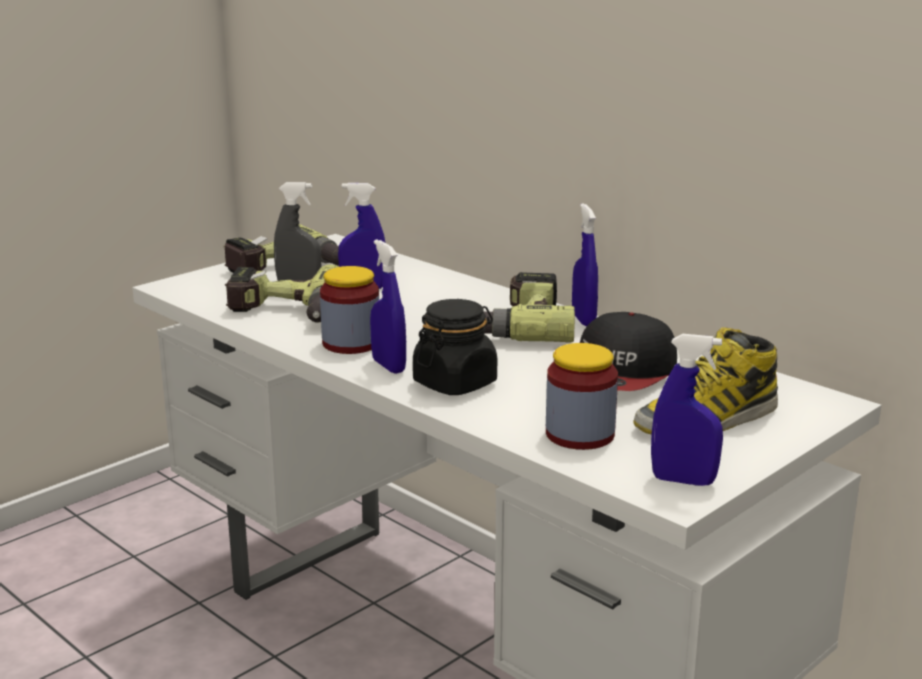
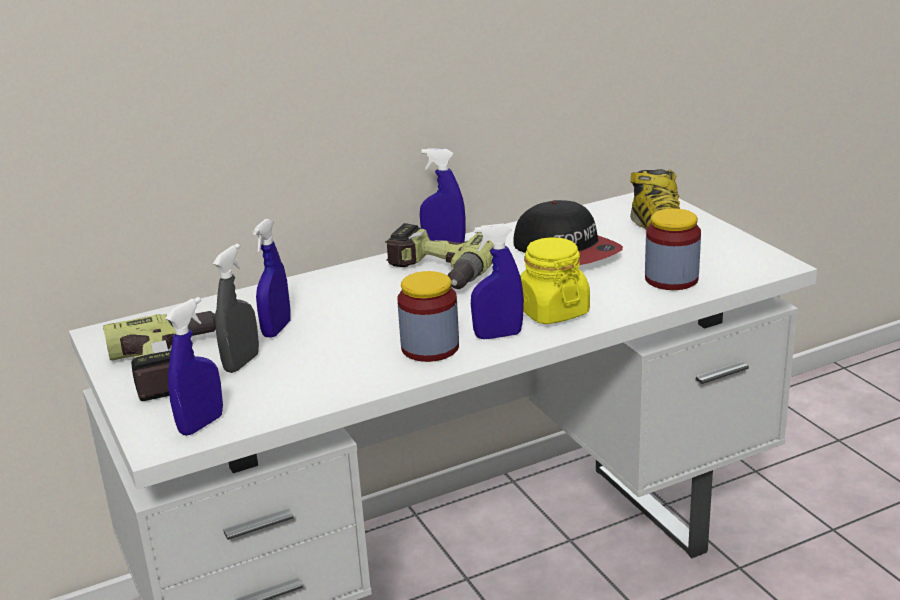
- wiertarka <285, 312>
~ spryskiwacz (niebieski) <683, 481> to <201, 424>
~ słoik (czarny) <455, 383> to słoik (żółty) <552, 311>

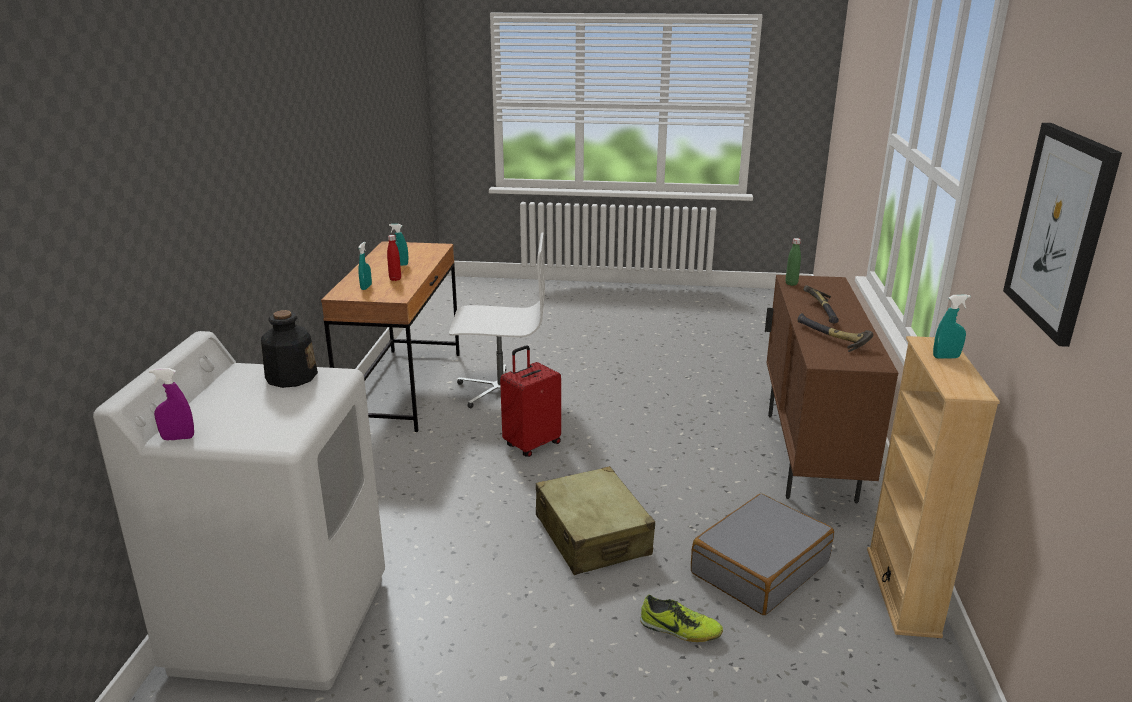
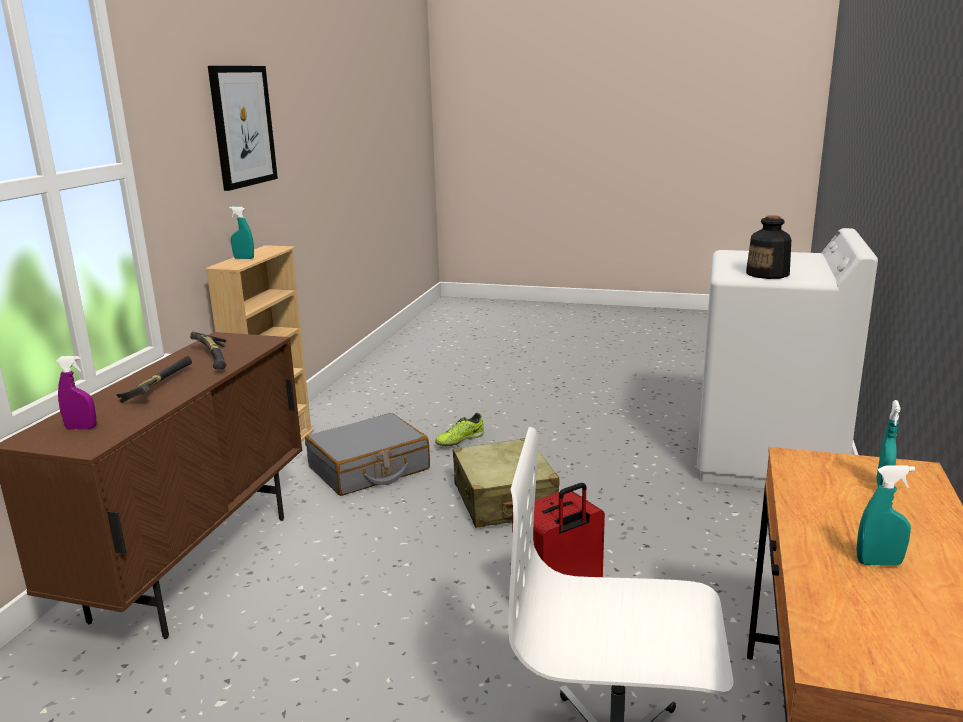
- butelka (czerwony) <395, 279>
- butelka (zielony) <791, 284>
~ spryskiwacz (fioletowy) <178, 438> to <81, 428>
~ but <680, 630> = <459, 440> 75 degrees counterclockwise

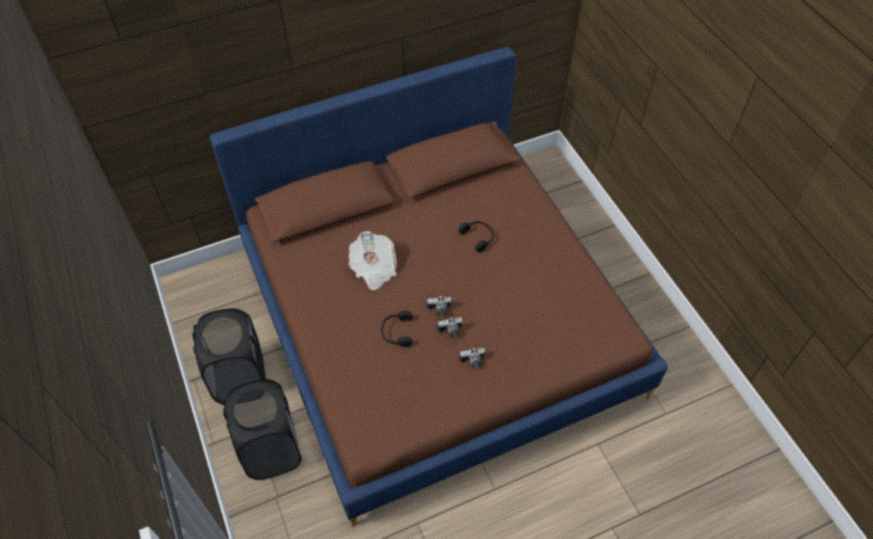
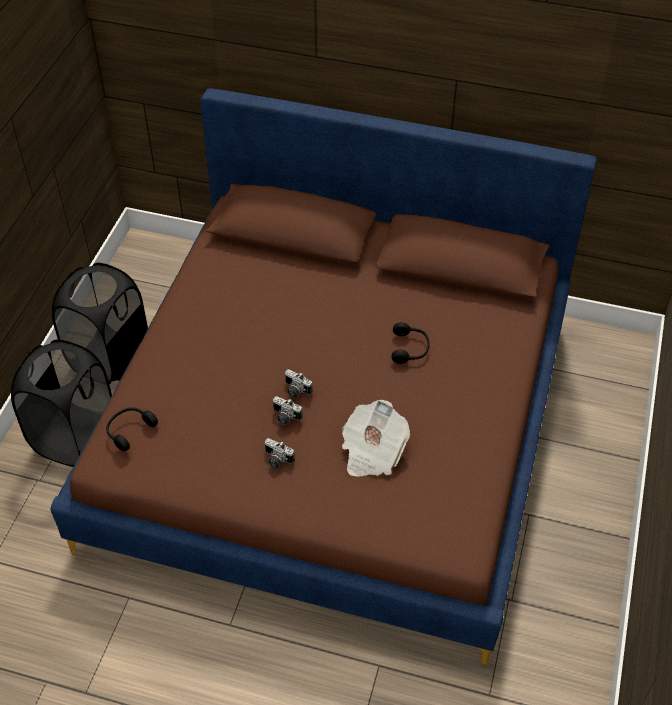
~ gazeta <374, 269> to <372, 451>
~ słuchawki (czarny) <397, 332> to <129, 430>

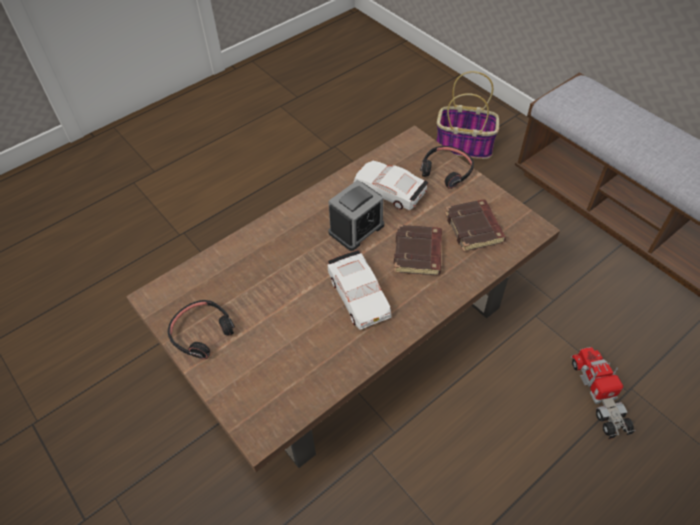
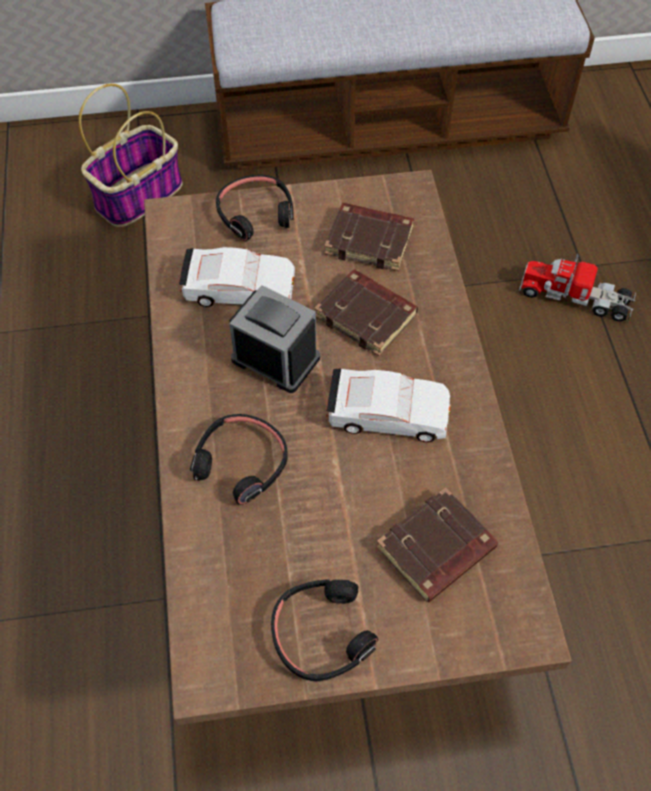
+ słuchawki (czarny) <241, 463>
+ książka (brązowy) <436, 550>
~ budzik <356, 229> = <275, 358> 45 degrees counterclockwise
~ samochodzik (biały) <390, 191> = <239, 288> 150 degrees counterclockwise

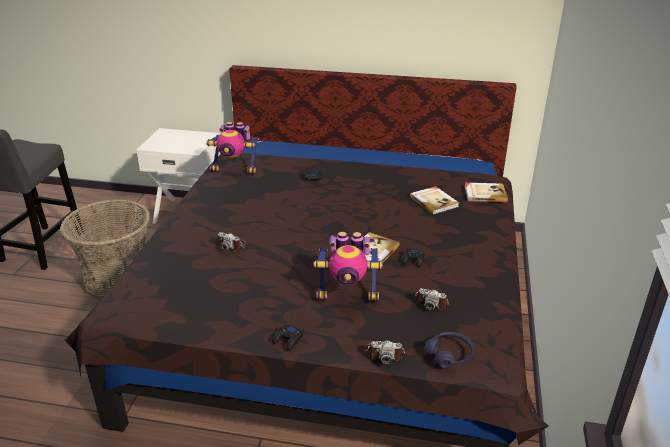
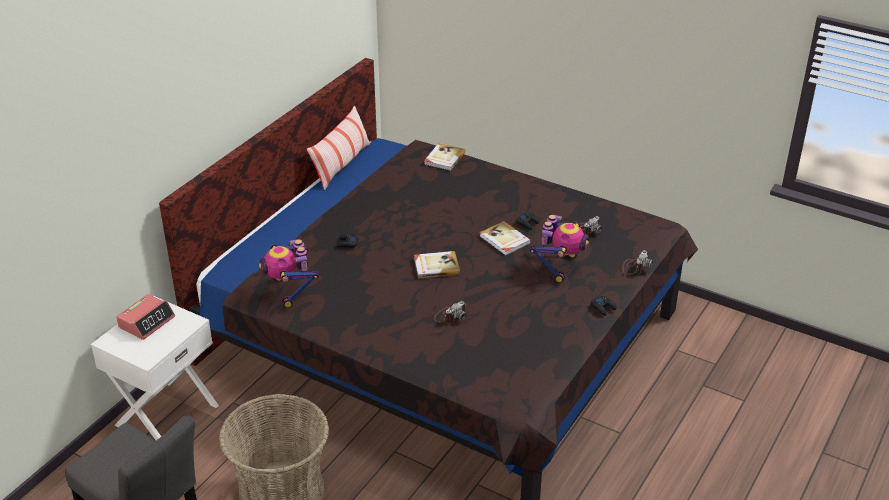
- słuchawki (fioletowy) <449, 355>
+ budzik <147, 322>
+ poduszka <341, 165>
~ książka <434, 201> to <436, 266>
~ robot zabawkowy <235, 169> = <290, 291> 135 degrees clockwise

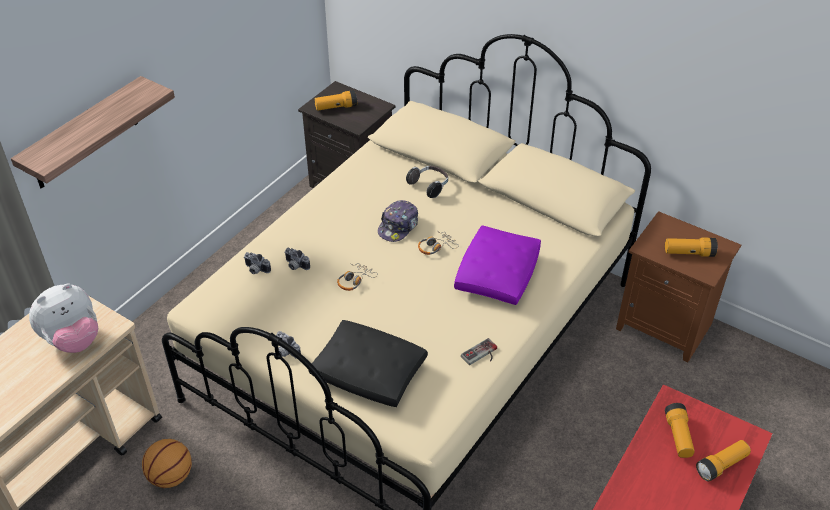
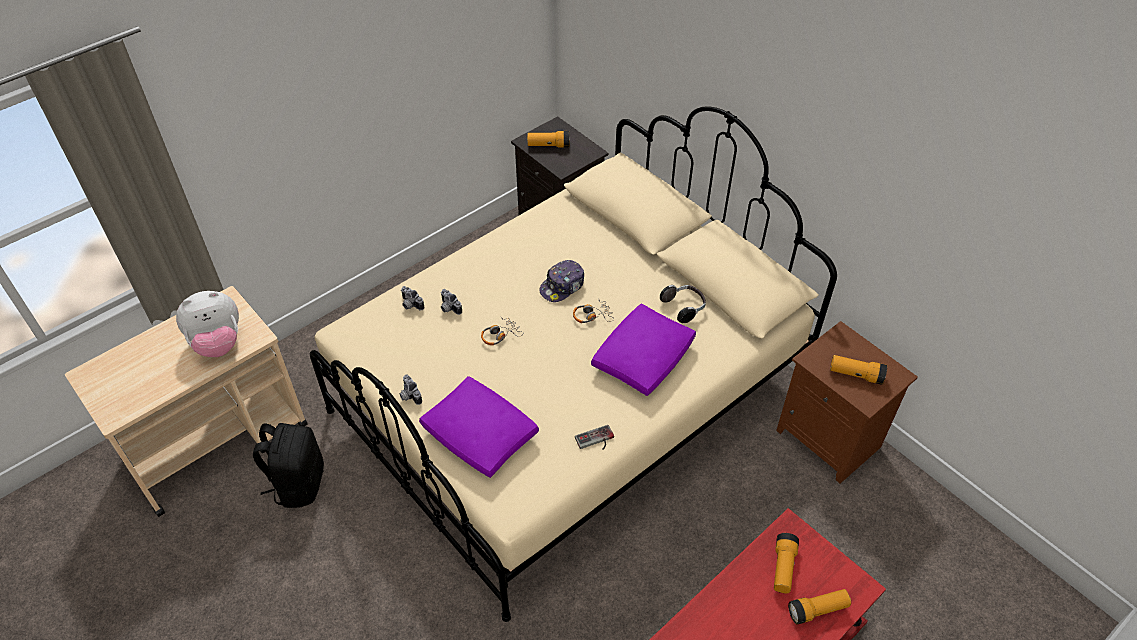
- półka <84, 134>
~ słuchawki <429, 186> to <684, 307>
~ piłka do koszykówki <171, 476> to plecak (czarny) <298, 483>
~ poduszka (czarny) <370, 373> to poduszka (fioletowy) <481, 435>

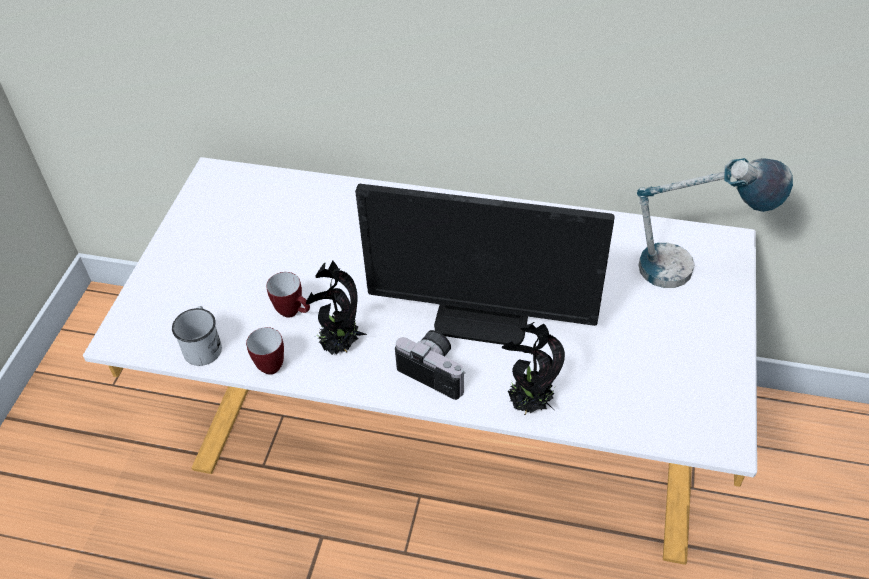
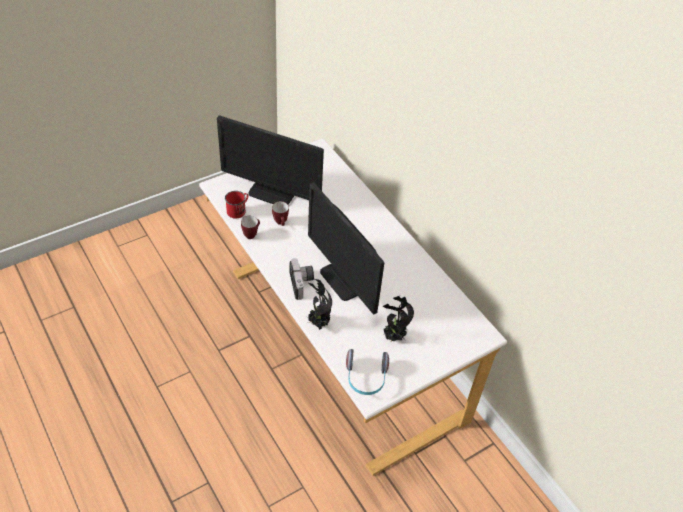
- lampa stołowa <690, 272>
+ monitor <272, 192>
+ słuchawki <366, 378>
~ roślina doniczkowa <340, 346> to <393, 337>
~ kubek (biały) <203, 345> to kubek (czerwony) <238, 210>

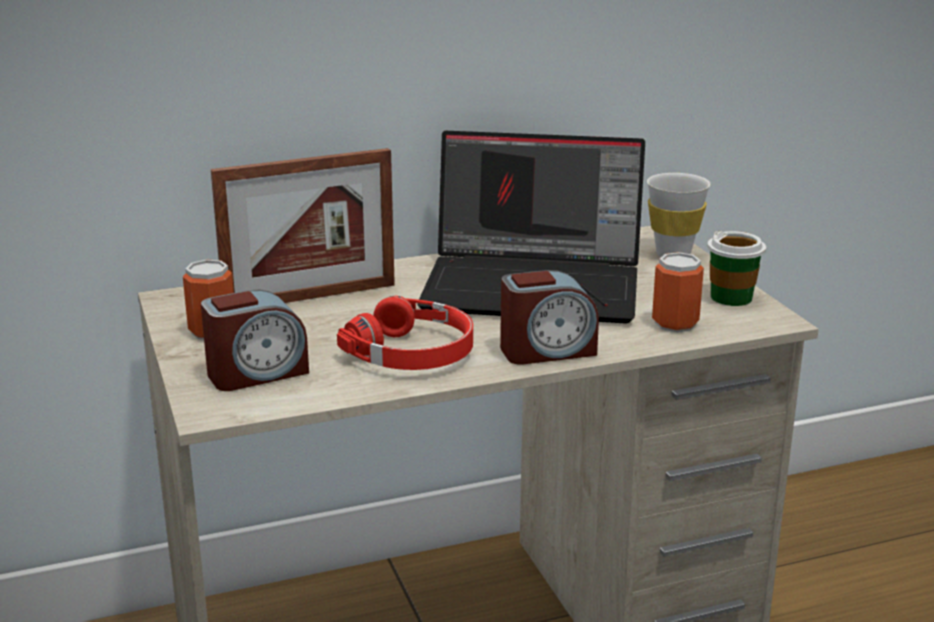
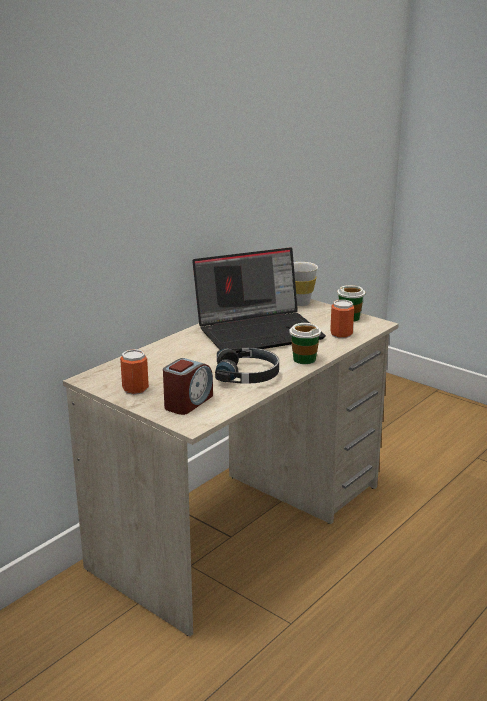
- ramka na zdjęcie <310, 297>
~ budzik <547, 350> to filiżanka <304, 359>
~ słuchawki (czerwony) <413, 353> to słuchawki (czarny) <247, 375>

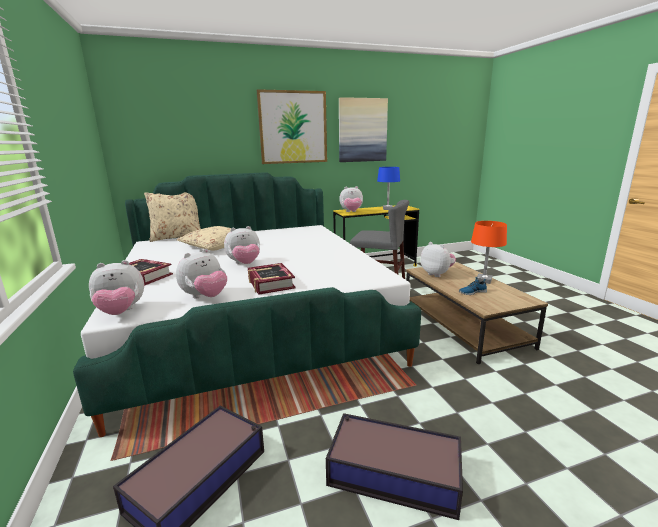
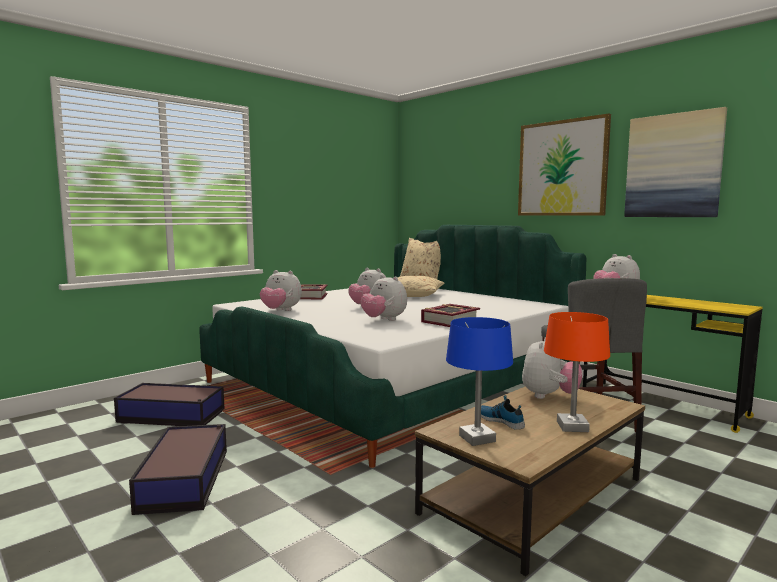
~ pluszak <121, 312> to <384, 320>
~ książka <270, 283> to <450, 321>
~ lampa stołowa (niebieski) <387, 209> to <476, 438>

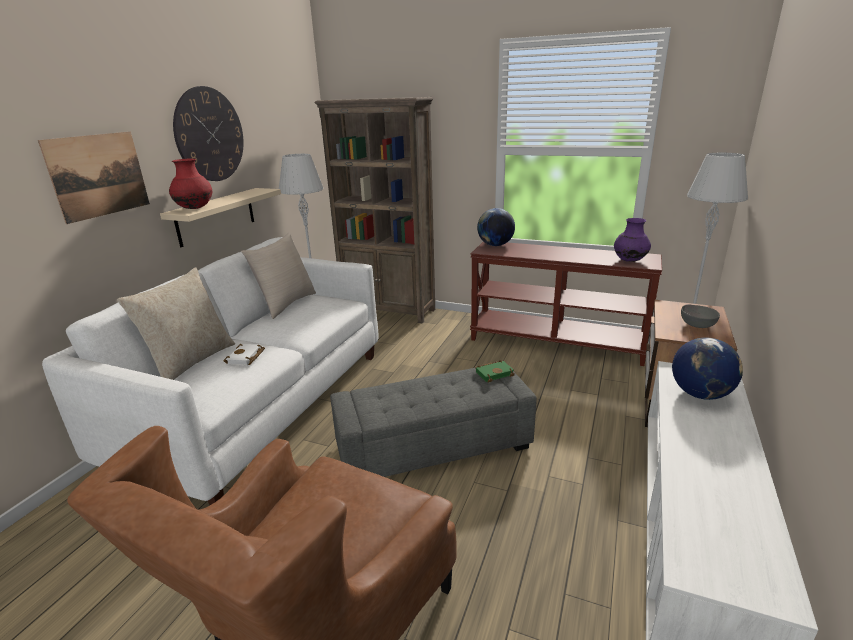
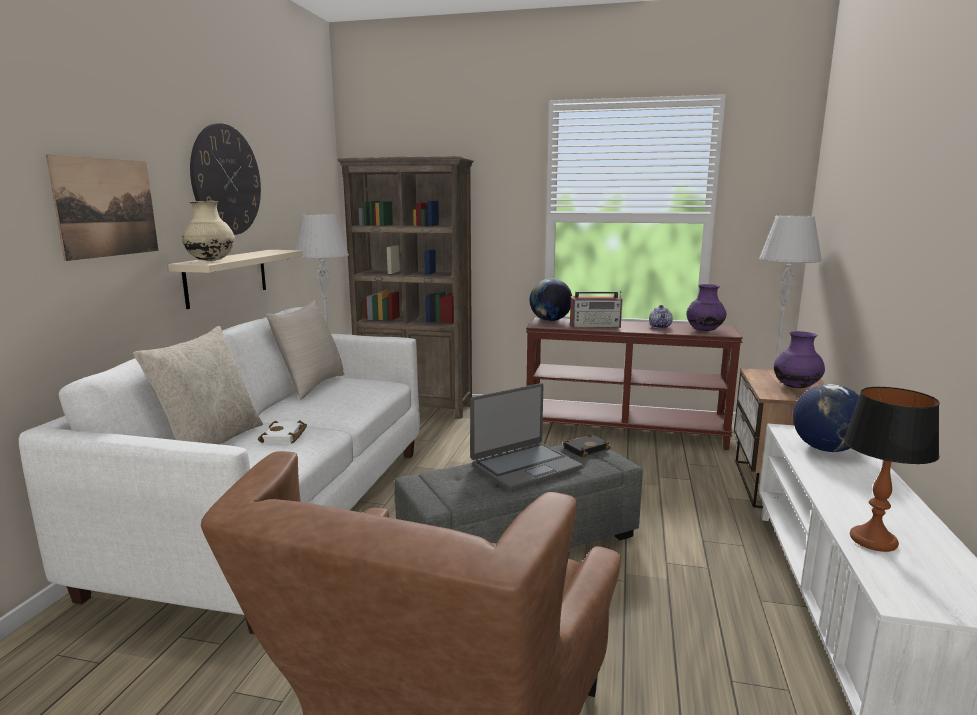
+ laptop <525, 467>
+ radio <595, 326>
+ imbryk <660, 327>
+ lampa stołowa <873, 540>
~ miska (szary) <697, 325> to wazon (fioletowy) <796, 387>
~ wazon (czerwony) <195, 208> to wazon (beżowy) <211, 261>
~ książka (zielony) <494, 373> to książka (czarny) <586, 448>

